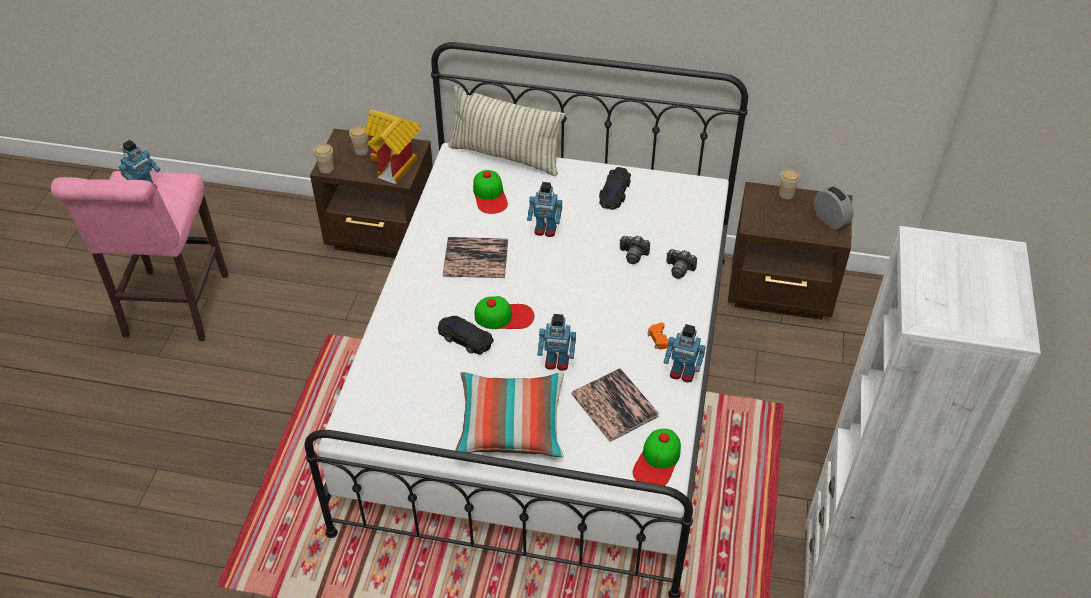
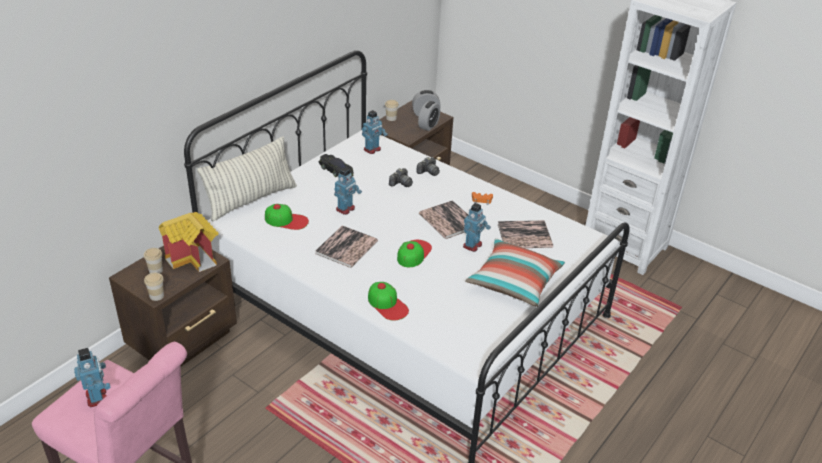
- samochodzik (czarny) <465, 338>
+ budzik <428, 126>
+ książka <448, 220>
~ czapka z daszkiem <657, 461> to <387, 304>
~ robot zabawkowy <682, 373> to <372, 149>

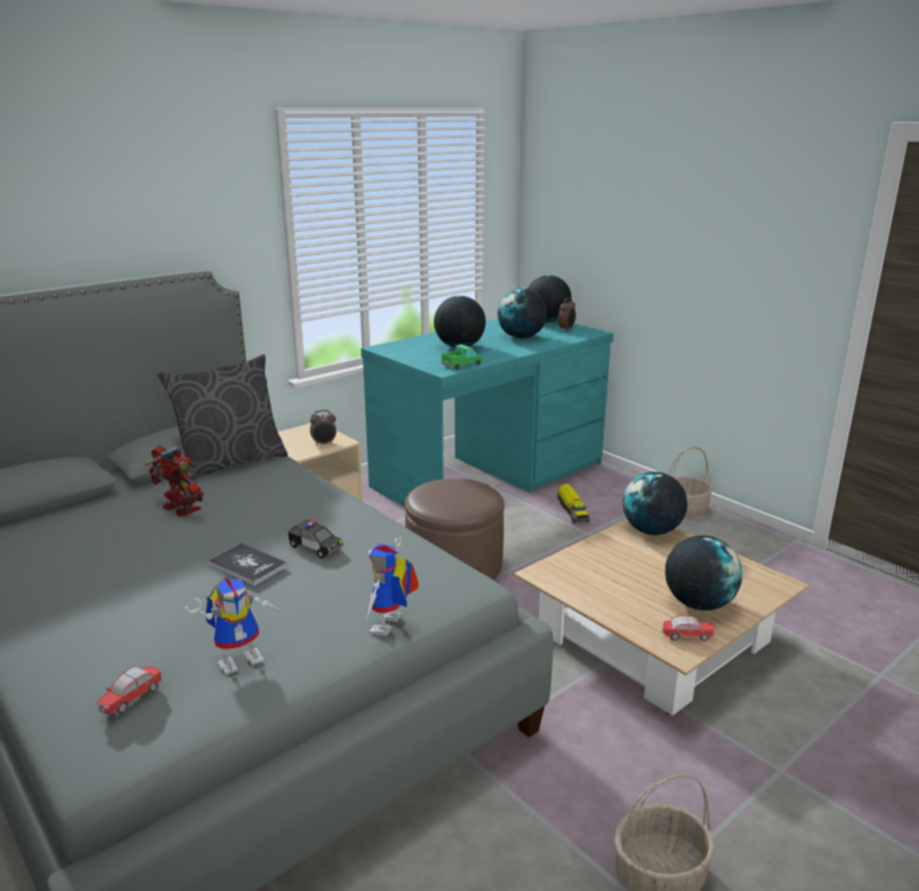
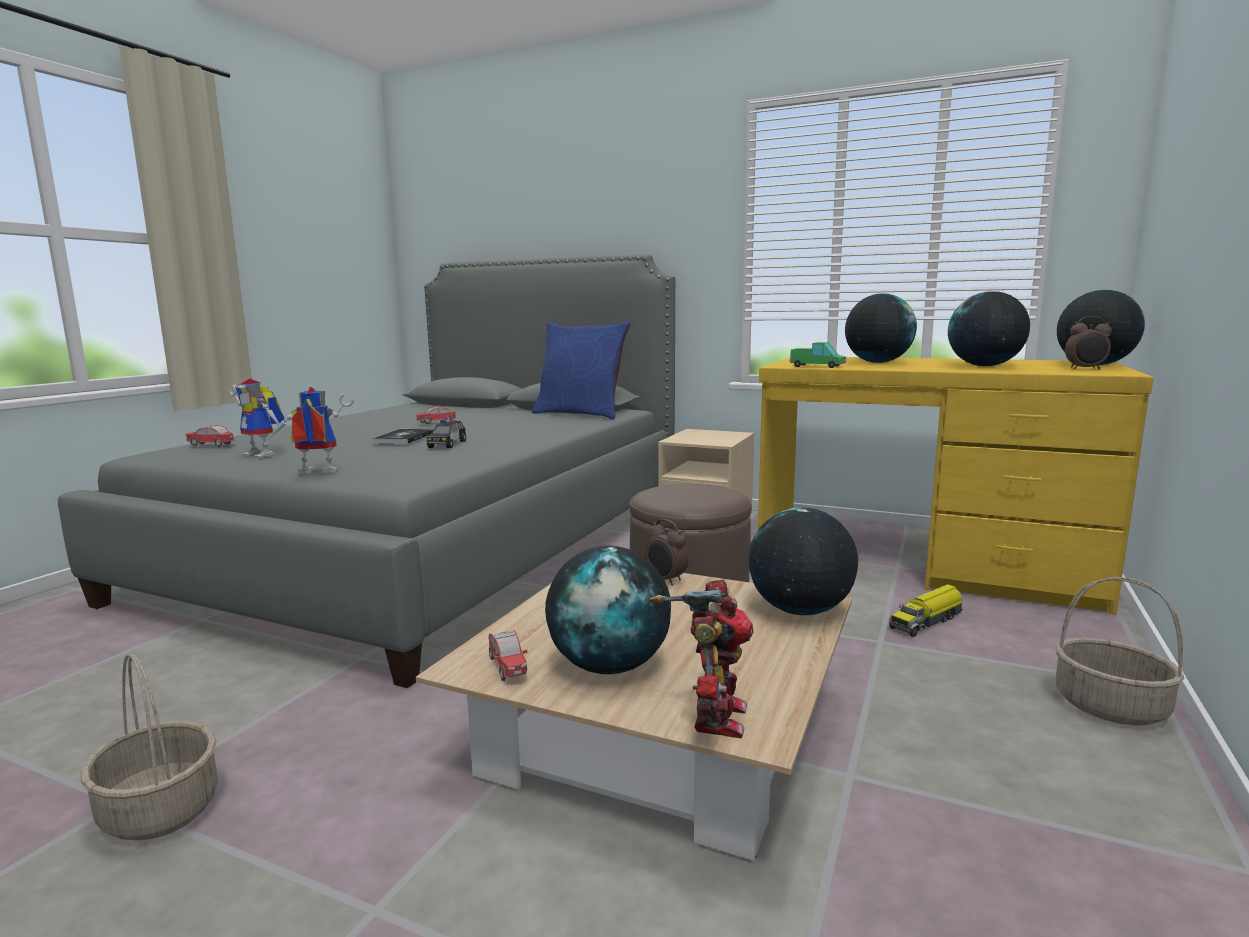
+ samochodzik <437, 423>
~ robot zabawkowy <179, 509> to <714, 717>
~ budzik <324, 444> to <665, 580>
~ poduszka (szary) <231, 463> to poduszka (niebieski) <580, 414>
~ biurko (turkusowy) <490, 475> to biurko (żółty) <924, 562>

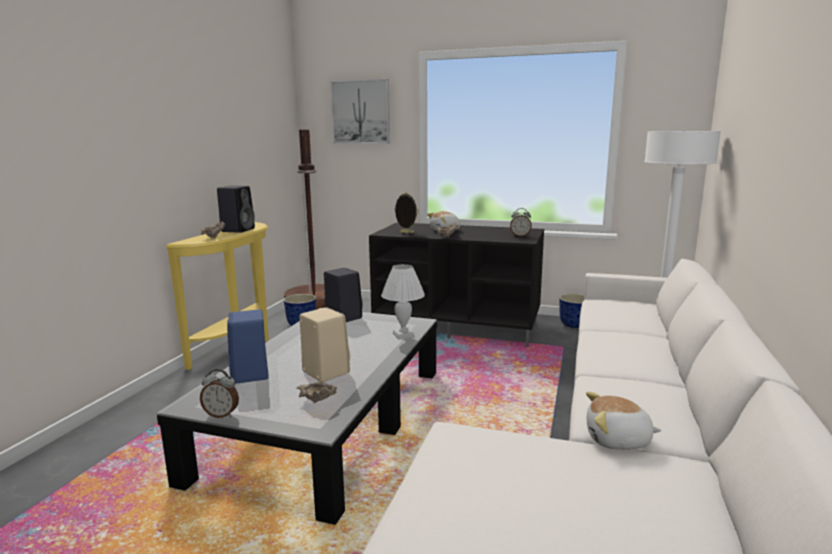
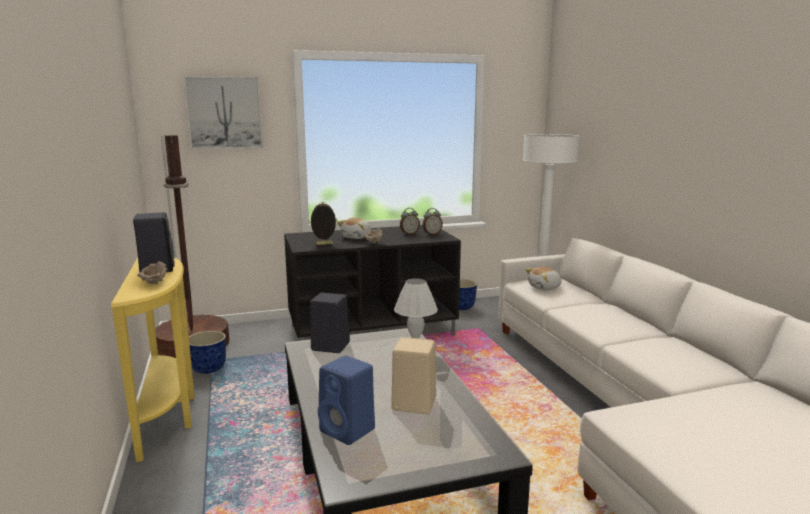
- miska (beżowy) <317, 402>
~ budzik <221, 414> to <409, 233>
~ pluszak <618, 440> to <545, 288>

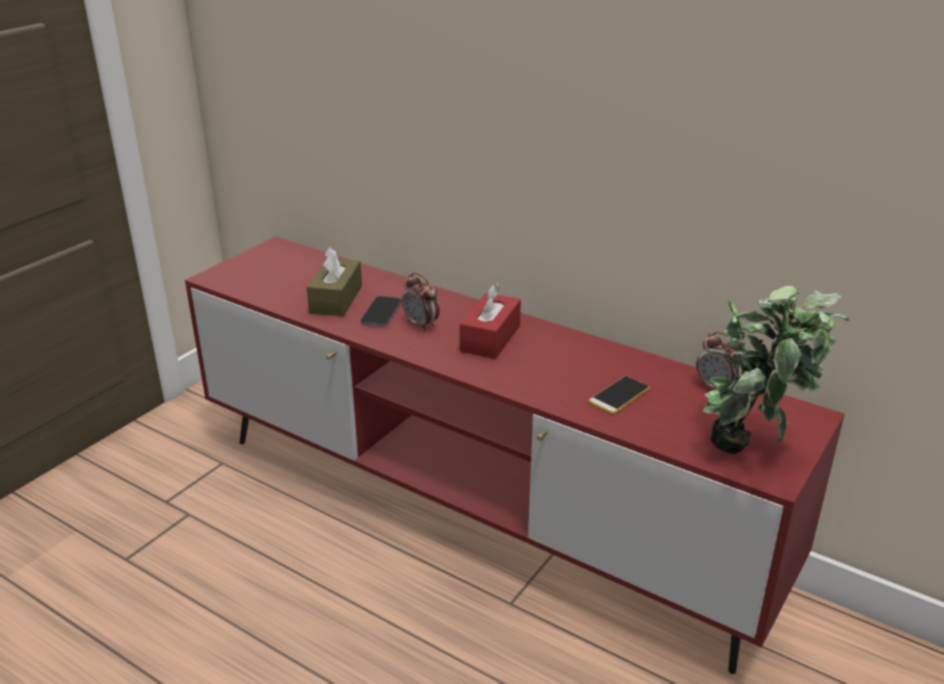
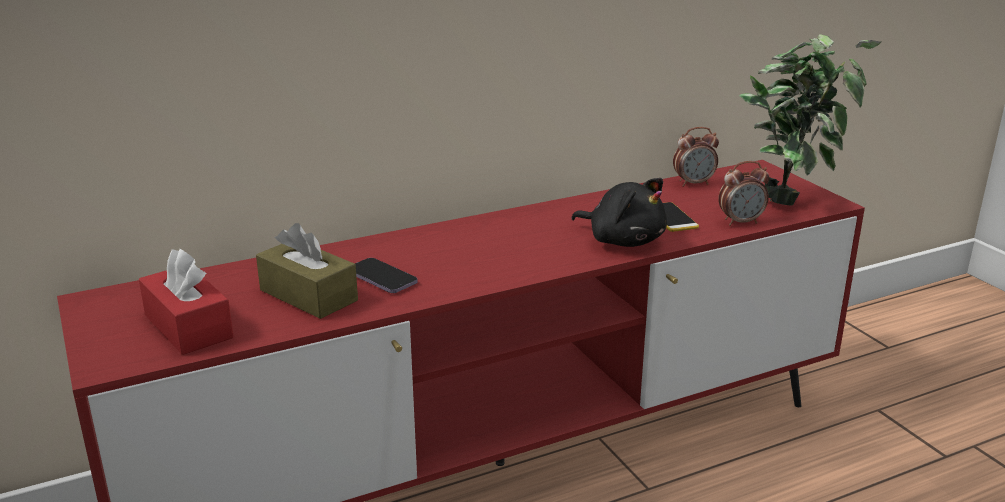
+ pluszak (czarny) <623, 240>
~ budzik <421, 325> to <741, 222>
~ pudełko chusteczek (czerwony) <490, 338> to <188, 326>

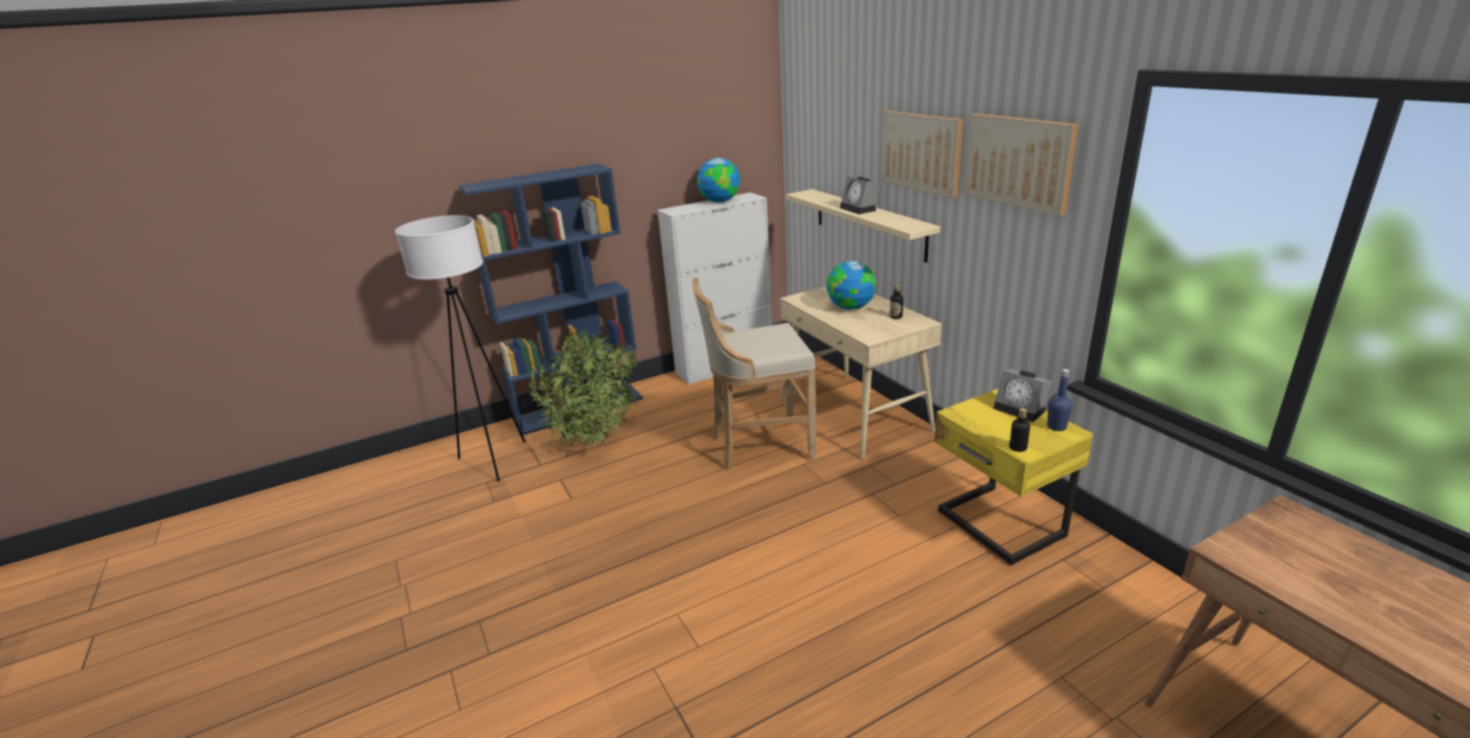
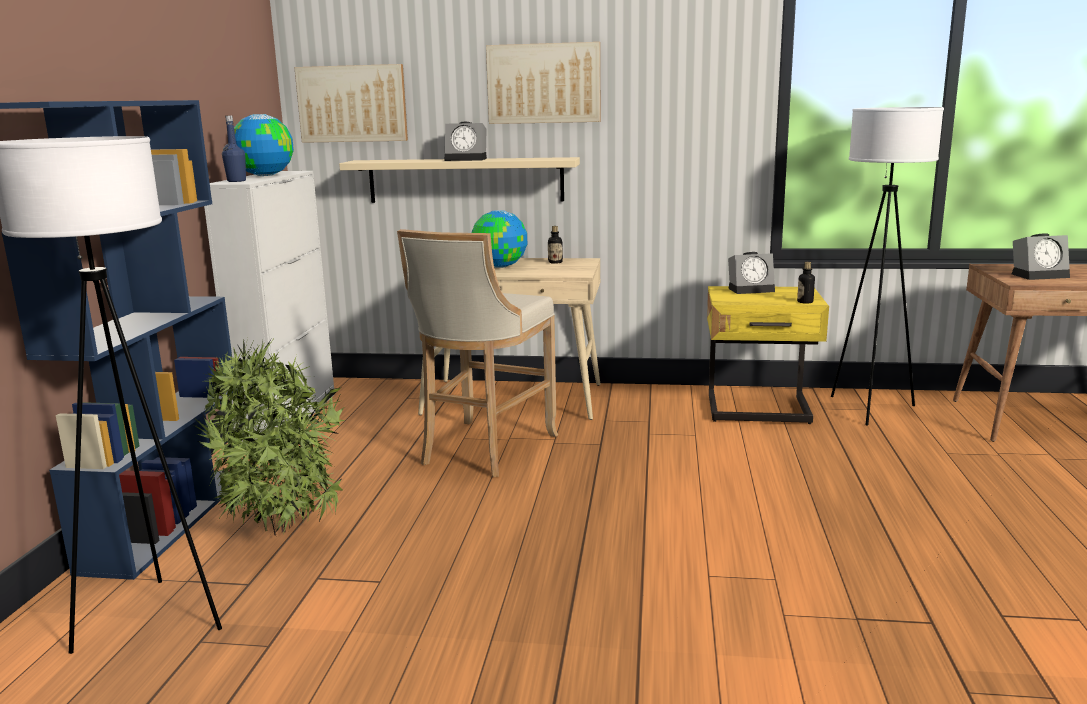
+ lampa stojąca (biały) <869, 409>
+ budzik <1040, 275>
~ obraz <1019, 161> to <352, 104>
~ butelka (niebieski) <1056, 427> to <236, 181>

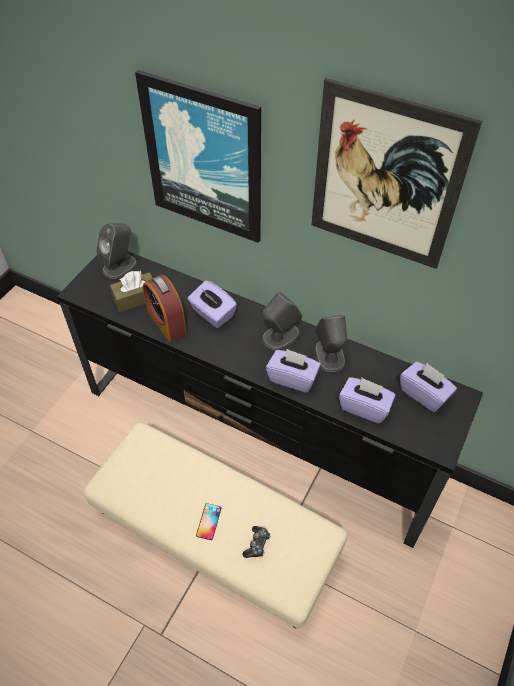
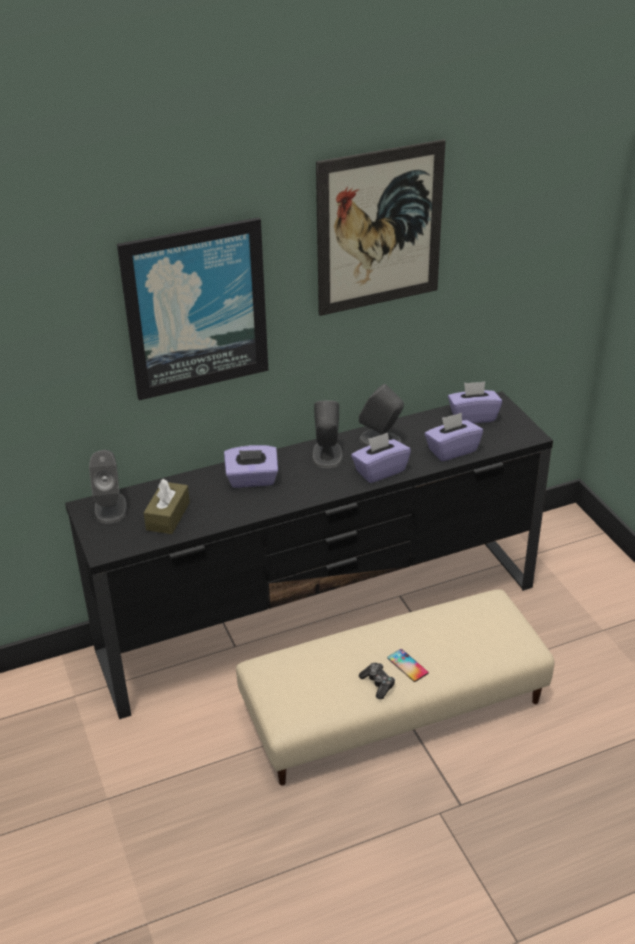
- budzik <166, 322>
~ pad do gier <257, 544> to <378, 684>

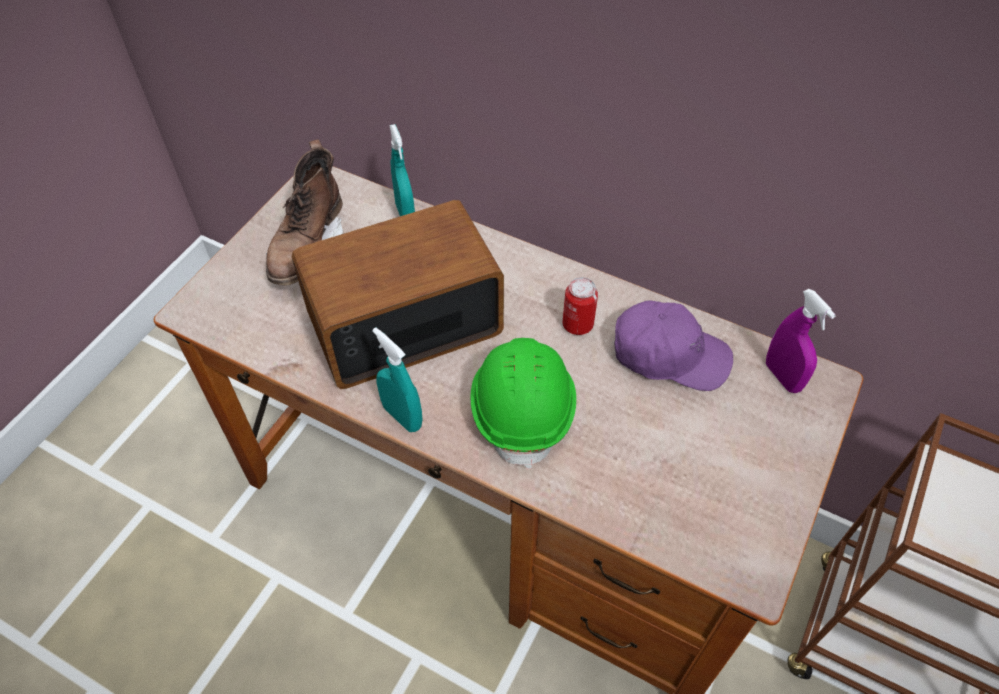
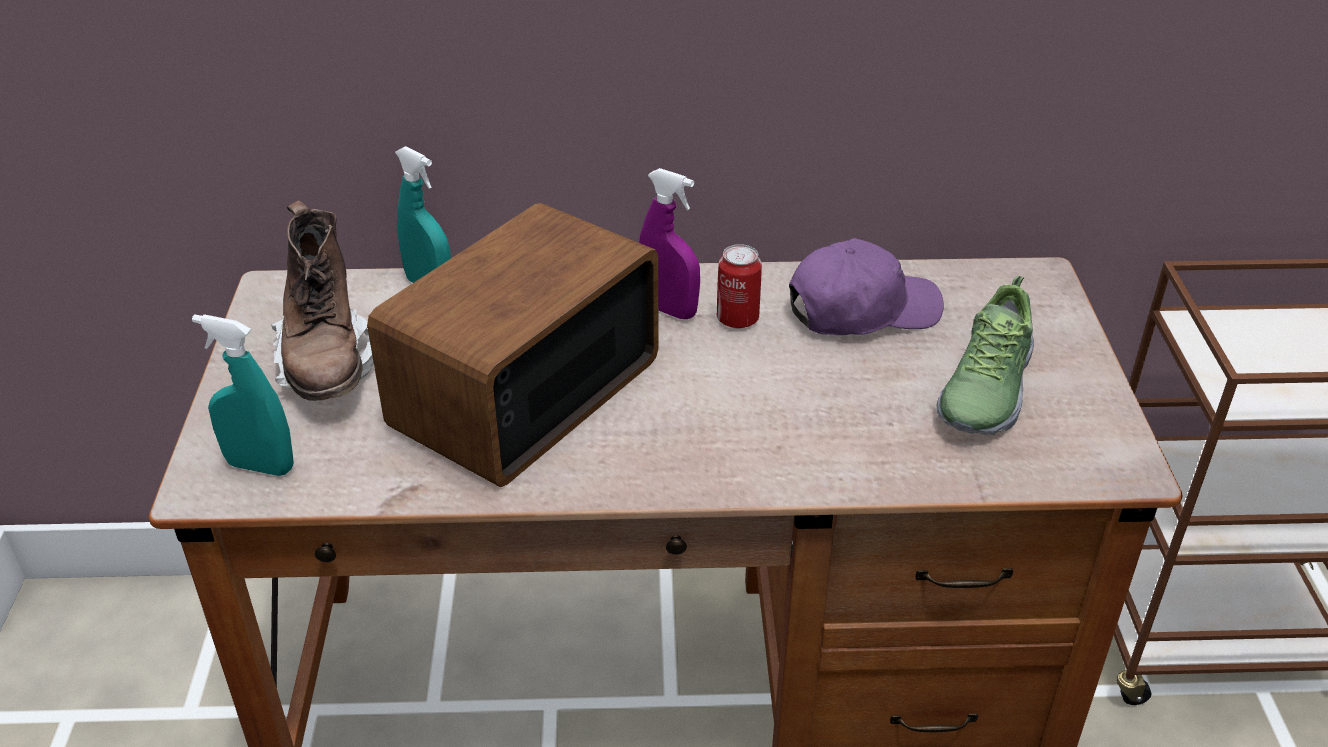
- kask (zielony) <523, 408>
+ but <984, 389>
~ spryskiwacz (turkusowy) <402, 417> to <260, 466>
~ spryskiwacz (fioletowy) <782, 377> to <668, 310>

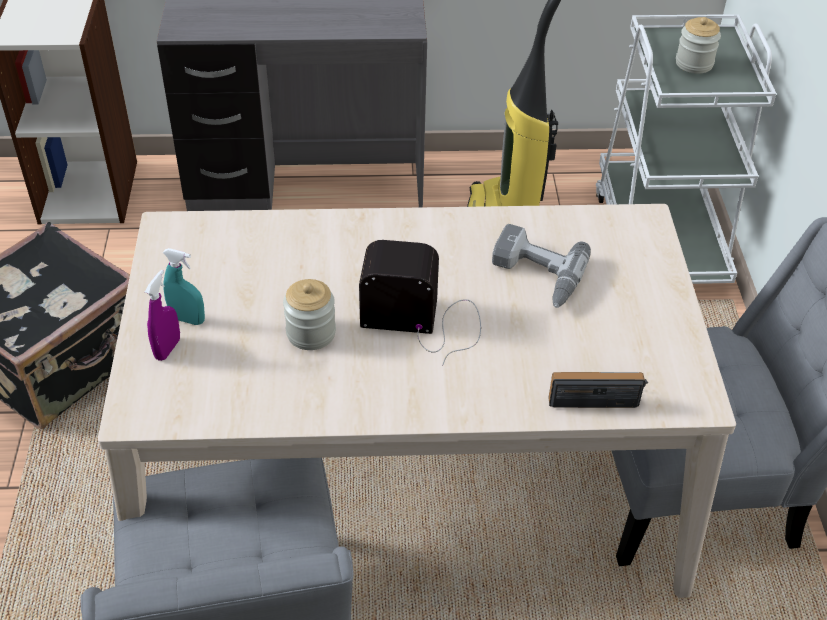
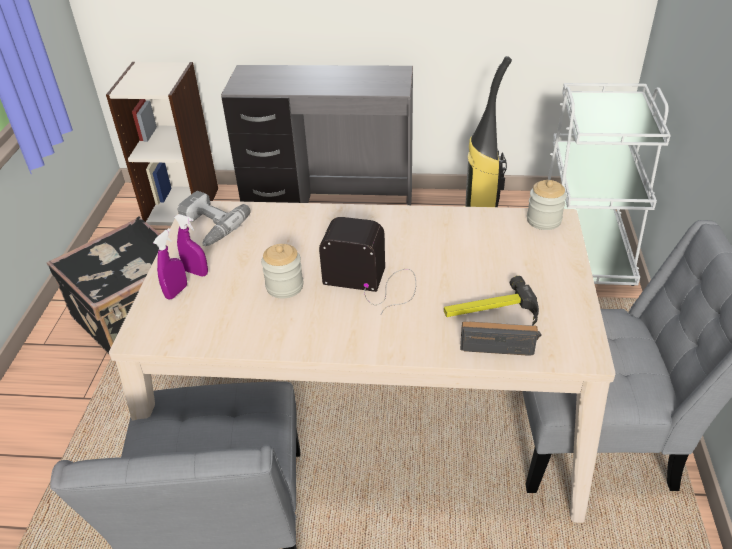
+ młotek <490, 312>
~ wiertarka <535, 275> to <207, 226>
~ słoik <694, 63> to <543, 220>
~ spryskiwacz (turkusowy) <187, 319> to spryskiwacz (fioletowy) <196, 272>

